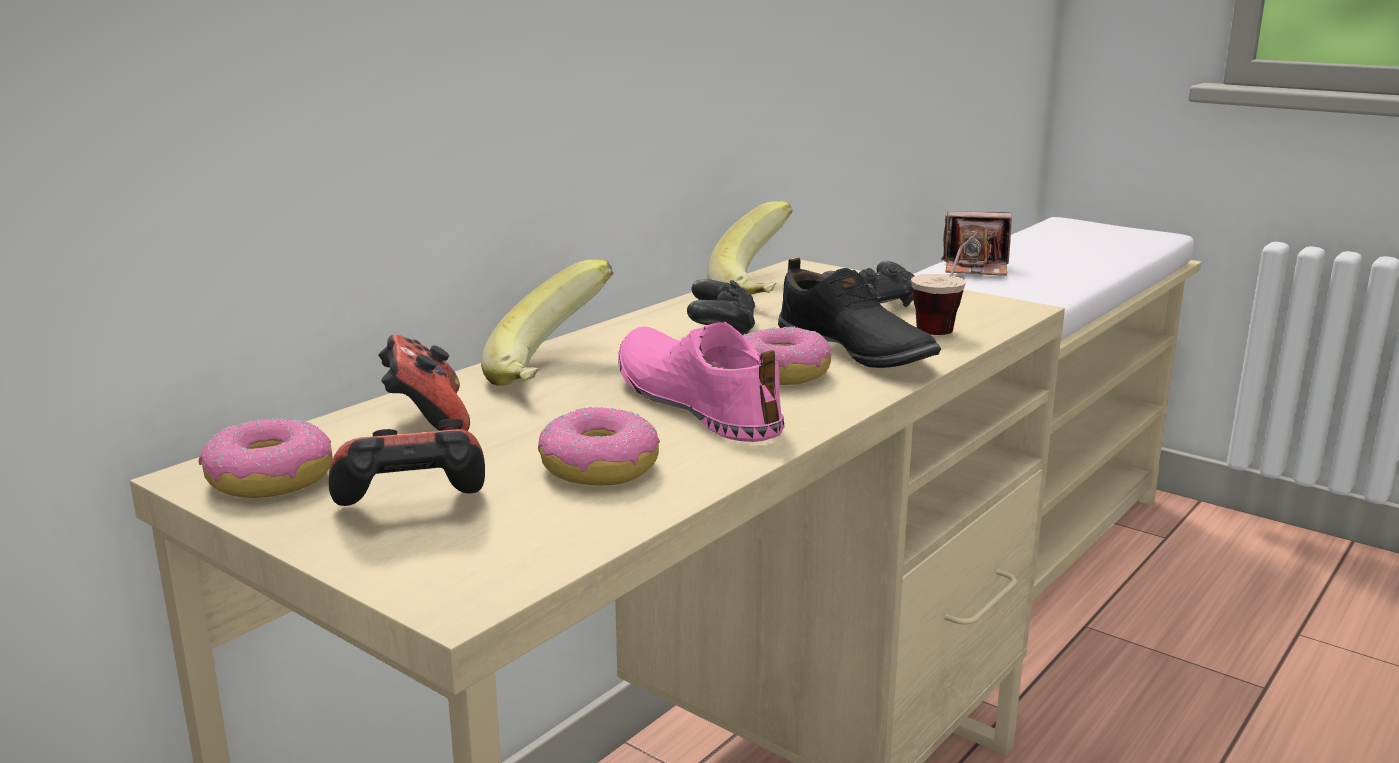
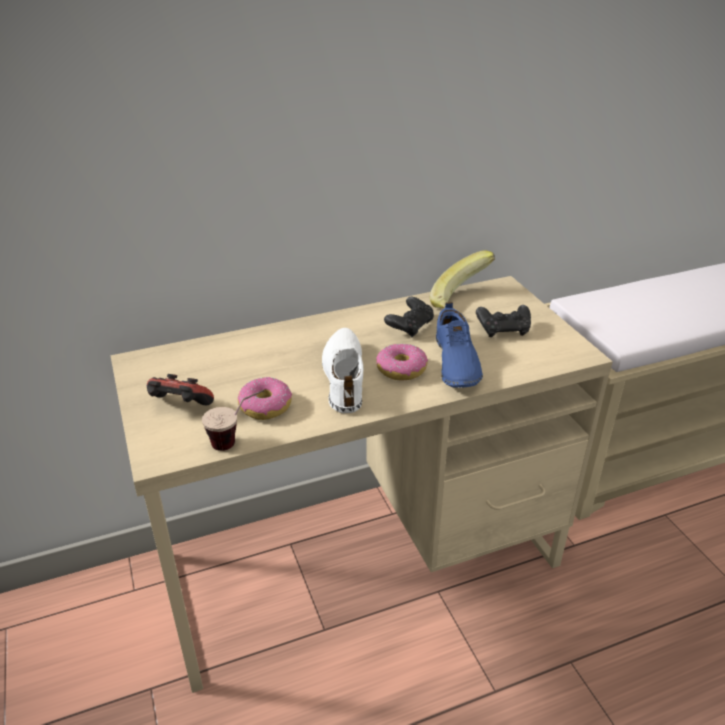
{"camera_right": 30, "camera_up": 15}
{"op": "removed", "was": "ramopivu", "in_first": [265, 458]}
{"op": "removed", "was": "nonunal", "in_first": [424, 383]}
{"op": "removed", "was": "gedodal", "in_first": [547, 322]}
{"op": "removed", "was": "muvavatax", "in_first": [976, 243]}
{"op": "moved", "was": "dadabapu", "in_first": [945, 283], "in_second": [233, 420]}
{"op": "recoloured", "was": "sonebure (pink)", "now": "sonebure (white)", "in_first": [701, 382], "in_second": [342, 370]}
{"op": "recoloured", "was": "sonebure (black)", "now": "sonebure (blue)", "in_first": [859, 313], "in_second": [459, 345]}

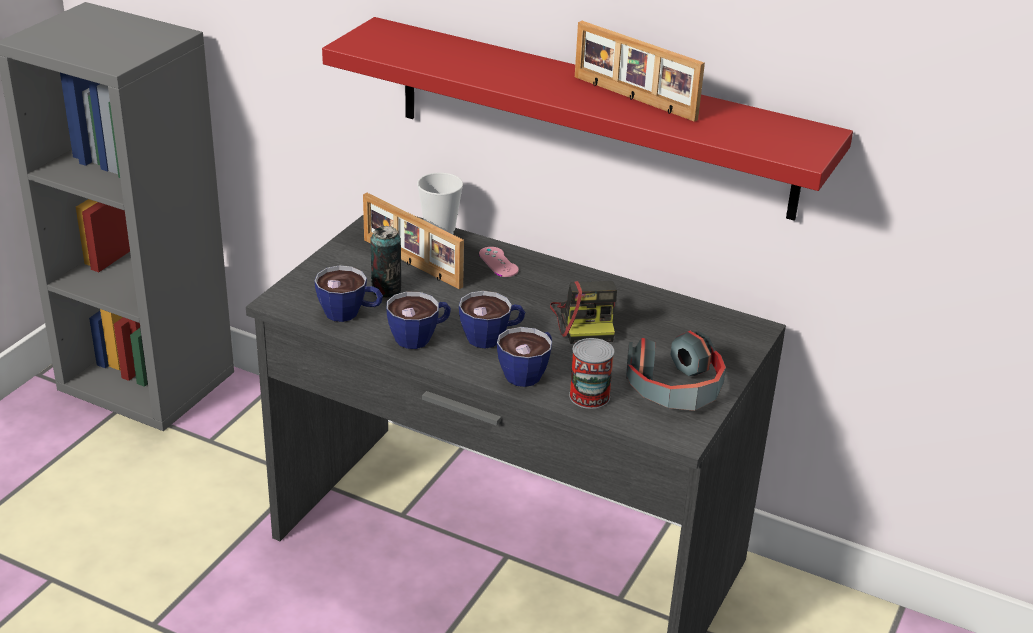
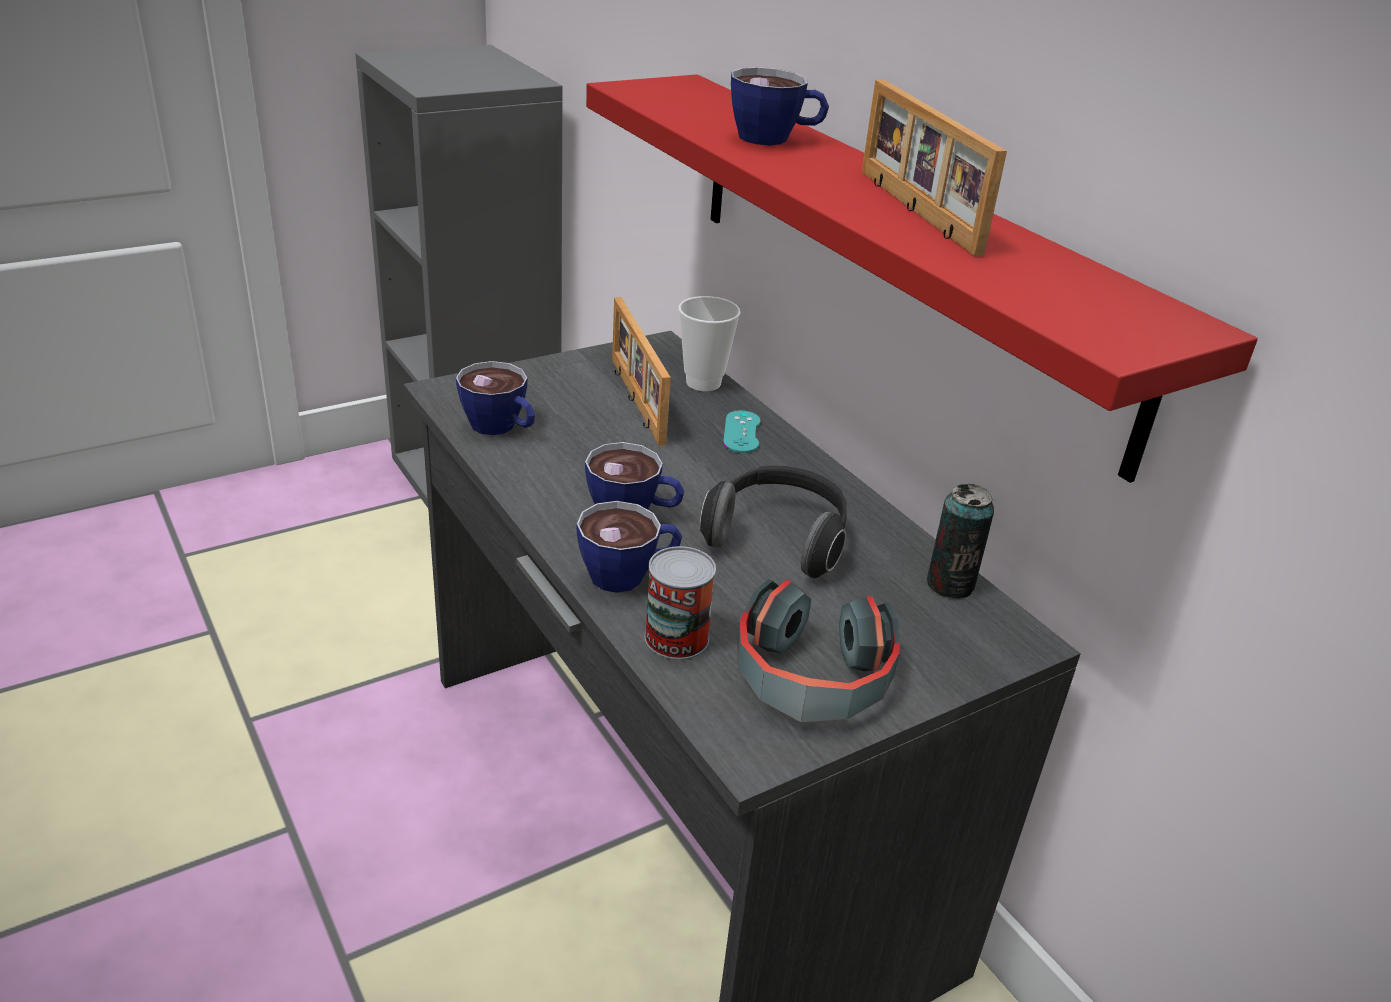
{"camera_right": 30, "camera_up": 0}
{"op": "moved", "was": "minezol", "in_first": [385, 262], "in_second": [960, 541]}
{"op": "moved", "was": "dadabapu", "in_first": [418, 320], "in_second": [780, 106]}
{"op": "replaced", "was": "muvavatax", "now": "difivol", "in_first": [583, 312], "in_second": [773, 522]}
{"op": "recoloured", "was": "nonunal (pink)", "now": "nonunal (turquoise)", "in_first": [499, 262], "in_second": [742, 431]}

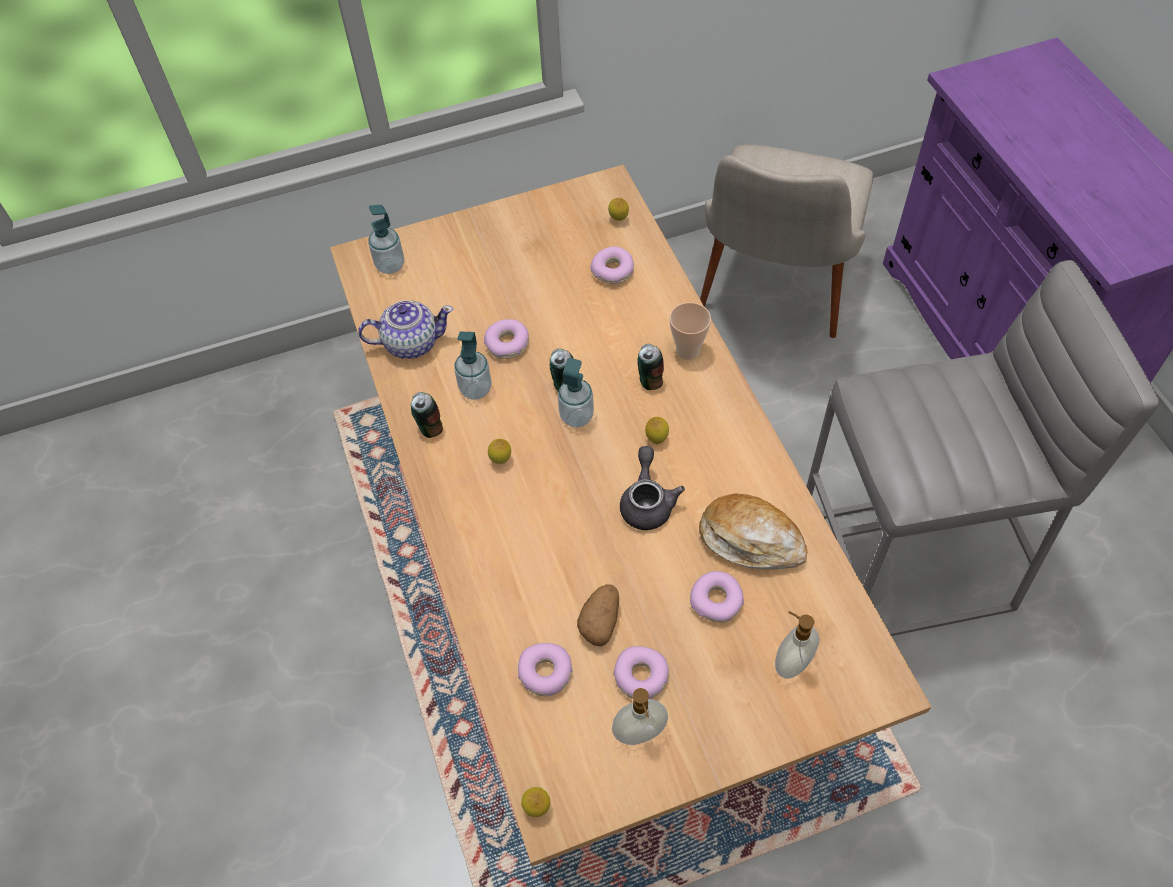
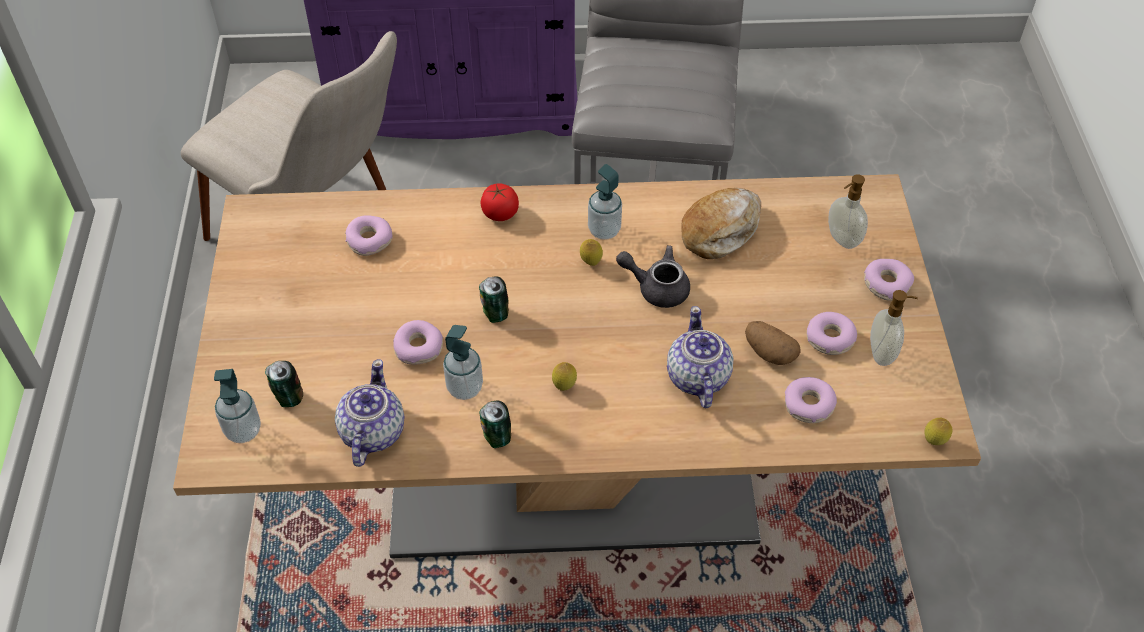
{"camera_right": -75, "camera_up": -5}
{"op": "removed", "was": "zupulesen", "in_first": [618, 209]}
{"op": "added", "now": "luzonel", "in_second": [700, 357]}
{"op": "moved", "was": "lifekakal", "in_first": [576, 393], "in_second": [605, 202]}
{"op": "moved", "was": "minezol", "in_first": [650, 367], "in_second": [284, 384]}
{"op": "moved", "was": "ramopivu", "in_first": [717, 596], "in_second": [889, 280]}
{"op": "replaced", "was": "dadabapu", "now": "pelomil", "in_first": [690, 331], "in_second": [500, 202]}

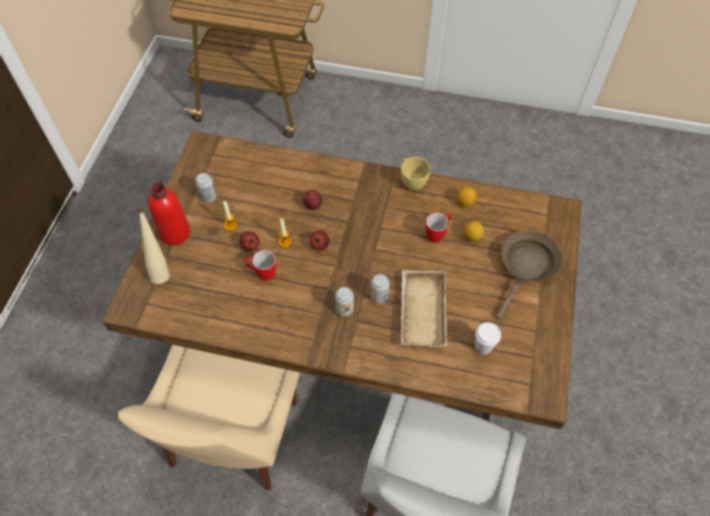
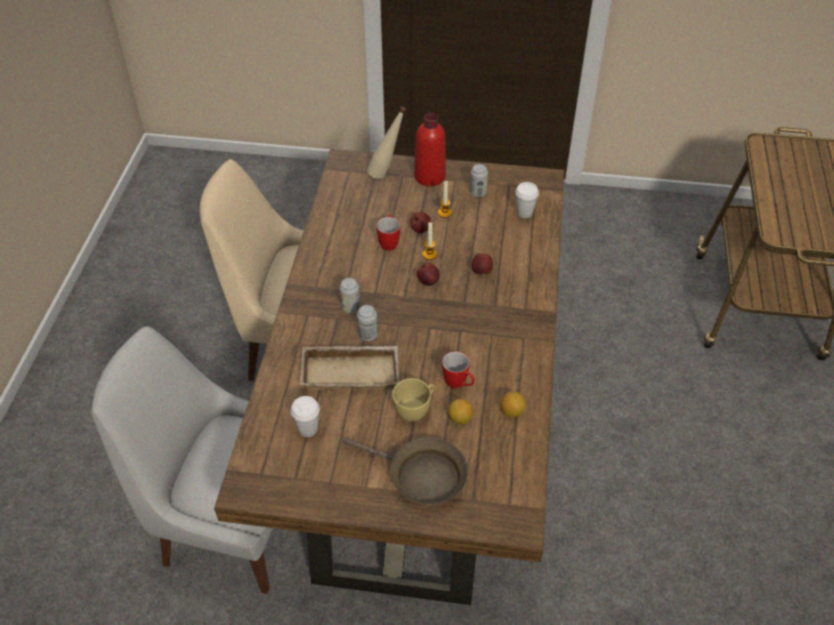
{"camera_right": 85, "camera_up": -10}
{"op": "added", "now": "dadabapu (white)", "in_second": [527, 200]}
{"op": "moved", "was": "dadabapu (yellow)", "in_first": [416, 173], "in_second": [413, 400]}

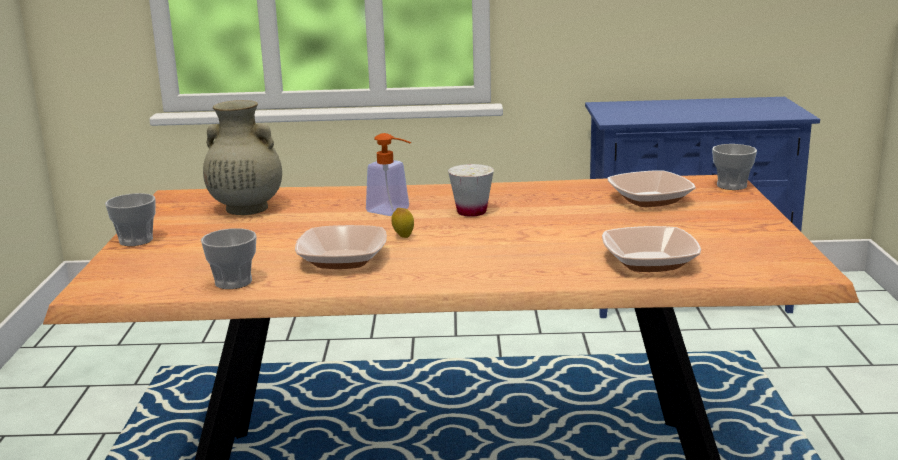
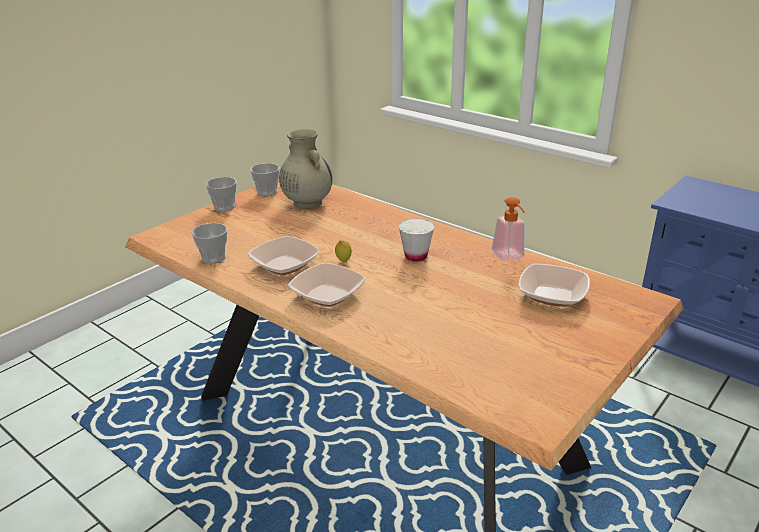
{"camera_right": 40, "camera_up": 10}
{"op": "moved", "was": "lifekakal", "in_first": [388, 174], "in_second": [508, 229]}
{"op": "moved", "was": "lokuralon", "in_first": [651, 249], "in_second": [327, 285]}
{"op": "moved", "was": "dadabapu", "in_first": [734, 167], "in_second": [265, 179]}

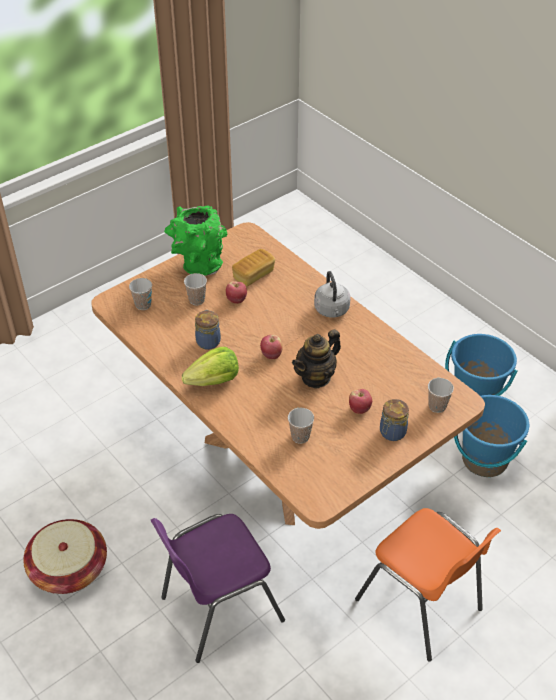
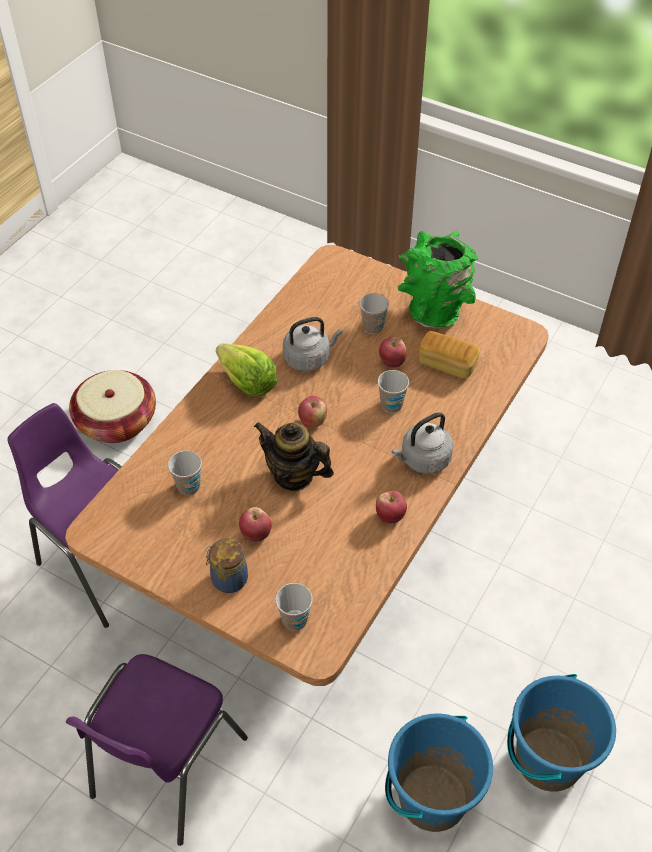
{"camera_right": 70, "camera_up": 5}
{"op": "added", "now": "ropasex", "in_second": [391, 507]}
{"op": "moved", "was": "dadabapu", "in_first": [140, 294], "in_second": [393, 391]}
{"op": "replaced", "was": "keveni", "now": "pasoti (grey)", "in_first": [208, 330], "in_second": [313, 344]}
{"op": "recoloured", "was": "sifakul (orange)", "now": "sifakul (purple)", "in_first": [428, 585], "in_second": [157, 750]}

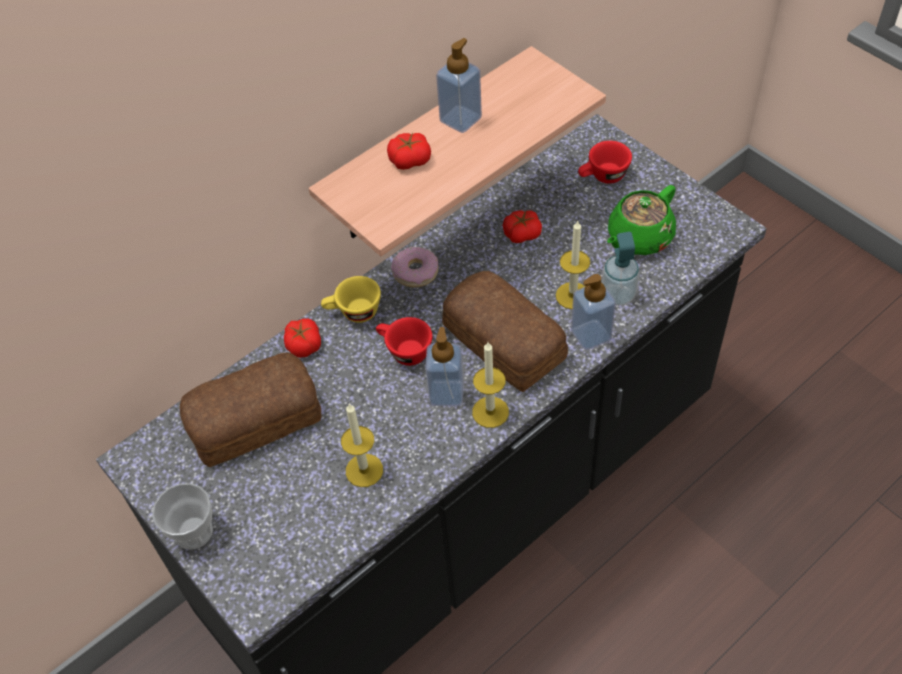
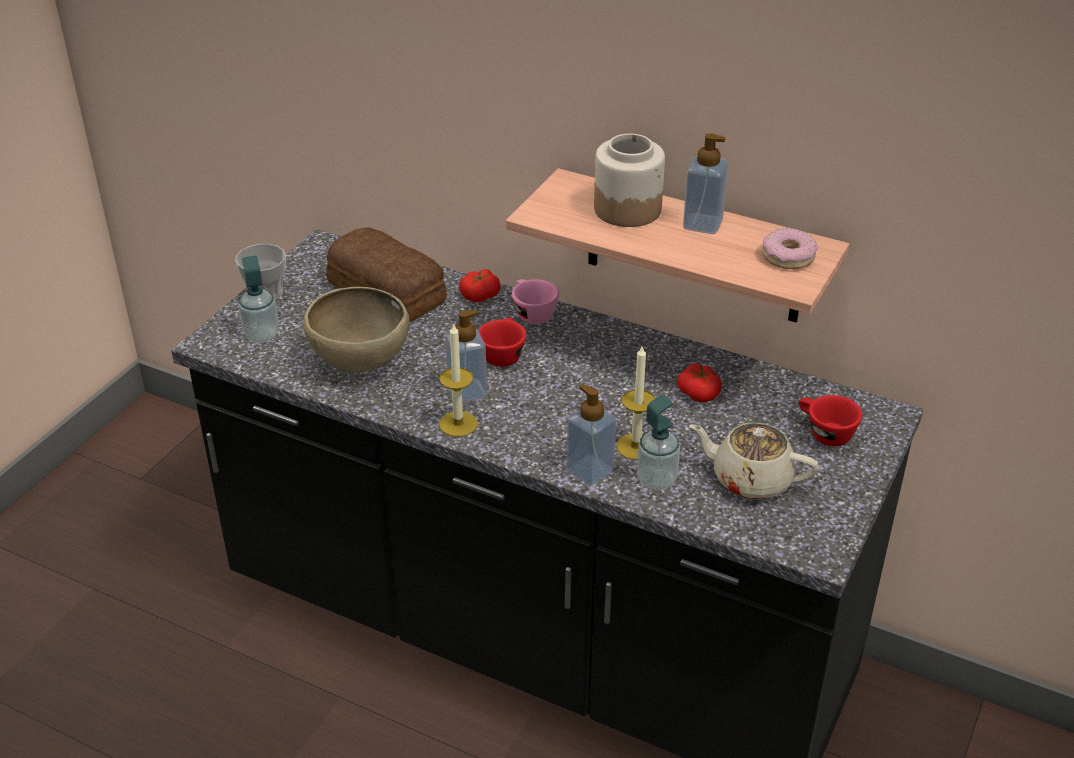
{"camera_right": 65, "camera_up": -15}
{"op": "removed", "was": "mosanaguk", "in_first": [505, 331]}
{"op": "added", "now": "lifekakal", "in_second": [258, 299]}
{"op": "moved", "was": "ramopivu", "in_first": [414, 267], "in_second": [790, 248]}
{"op": "replaced", "was": "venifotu", "now": "lokuralon (brown)", "in_first": [362, 445], "in_second": [356, 329]}
{"op": "replaced", "was": "pelomil", "now": "keveni", "in_first": [409, 151], "in_second": [629, 180]}
{"op": "recoloured", "was": "dadabapu (yellow)", "now": "dadabapu (pink)", "in_first": [351, 299], "in_second": [535, 301]}
{"op": "recoloured", "was": "luzonel (green)", "now": "luzonel (beige)", "in_first": [641, 220], "in_second": [754, 461]}

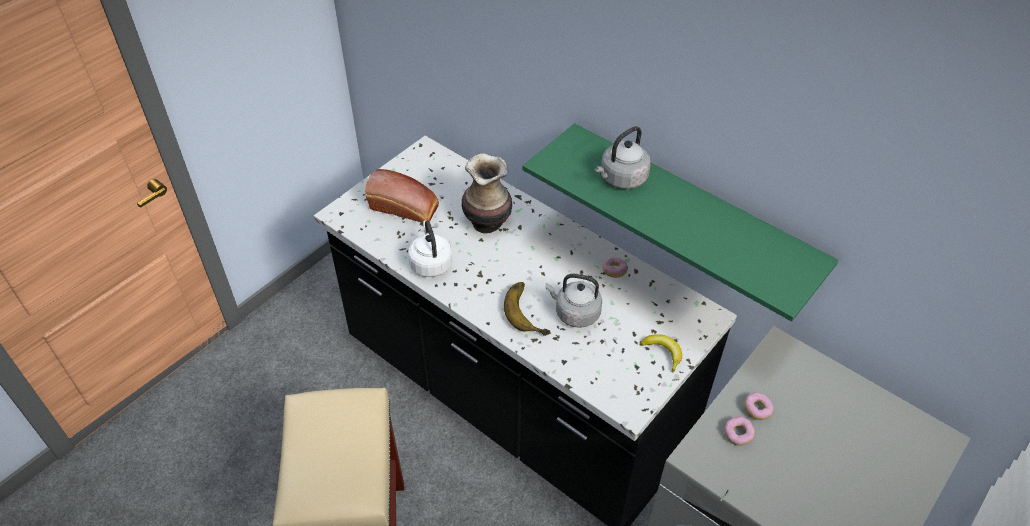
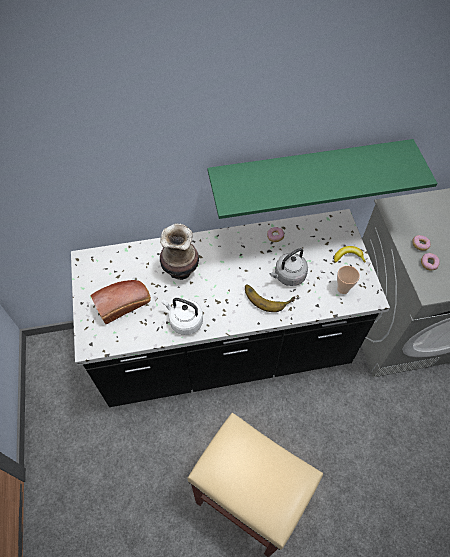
{"camera_right": -50, "camera_up": 10}
{"op": "removed", "was": "pasoti (grey)", "in_first": [623, 157]}
{"op": "added", "now": "dadabapu", "in_second": [348, 280]}

